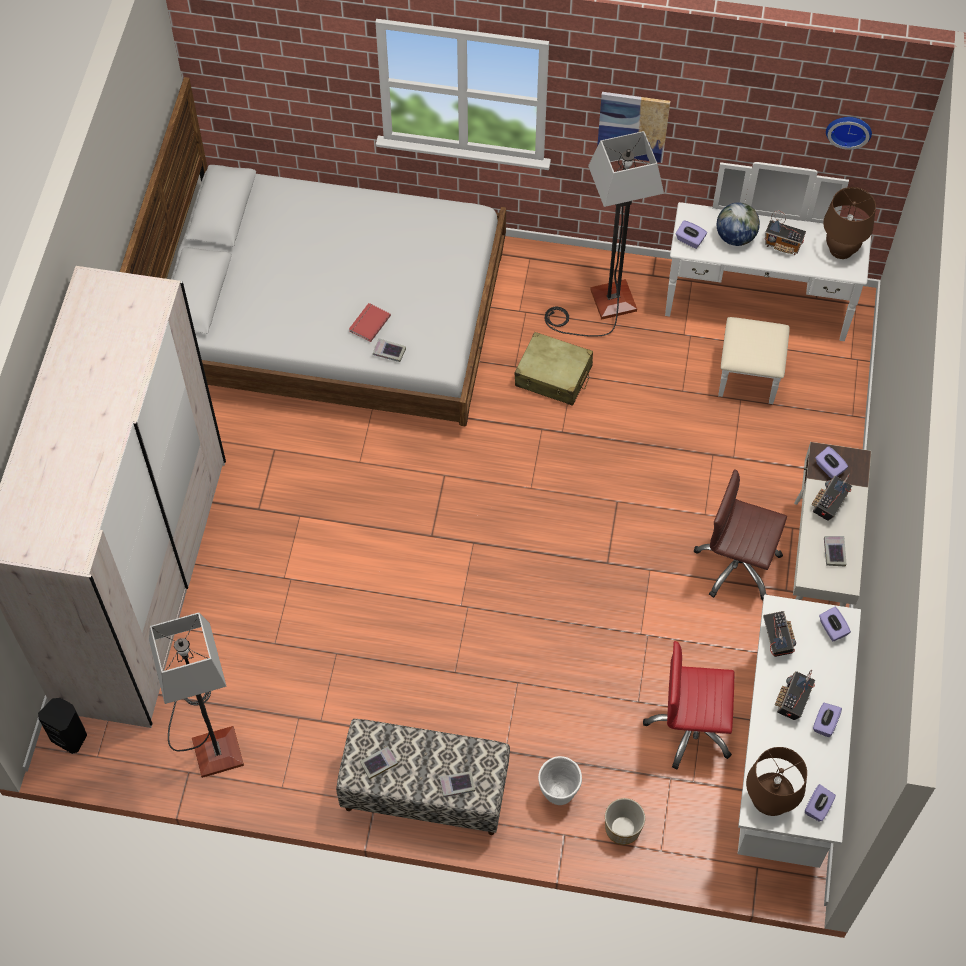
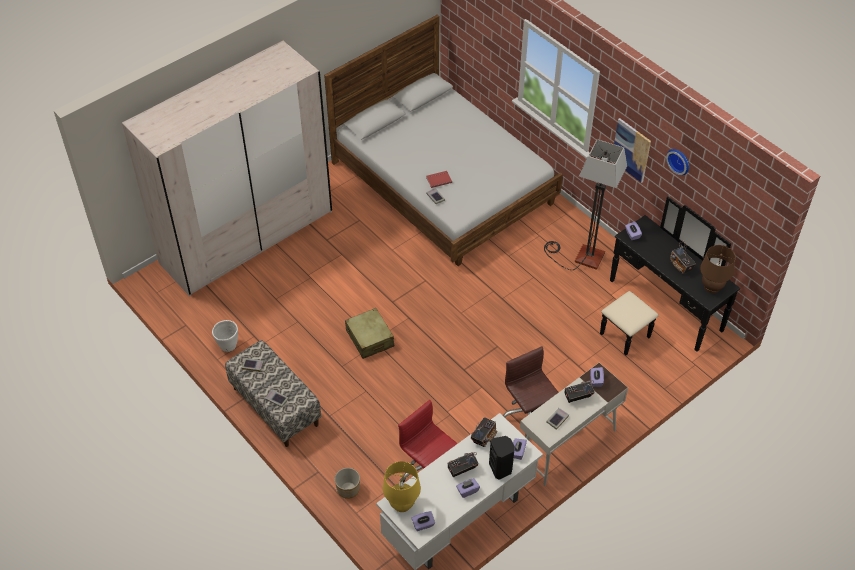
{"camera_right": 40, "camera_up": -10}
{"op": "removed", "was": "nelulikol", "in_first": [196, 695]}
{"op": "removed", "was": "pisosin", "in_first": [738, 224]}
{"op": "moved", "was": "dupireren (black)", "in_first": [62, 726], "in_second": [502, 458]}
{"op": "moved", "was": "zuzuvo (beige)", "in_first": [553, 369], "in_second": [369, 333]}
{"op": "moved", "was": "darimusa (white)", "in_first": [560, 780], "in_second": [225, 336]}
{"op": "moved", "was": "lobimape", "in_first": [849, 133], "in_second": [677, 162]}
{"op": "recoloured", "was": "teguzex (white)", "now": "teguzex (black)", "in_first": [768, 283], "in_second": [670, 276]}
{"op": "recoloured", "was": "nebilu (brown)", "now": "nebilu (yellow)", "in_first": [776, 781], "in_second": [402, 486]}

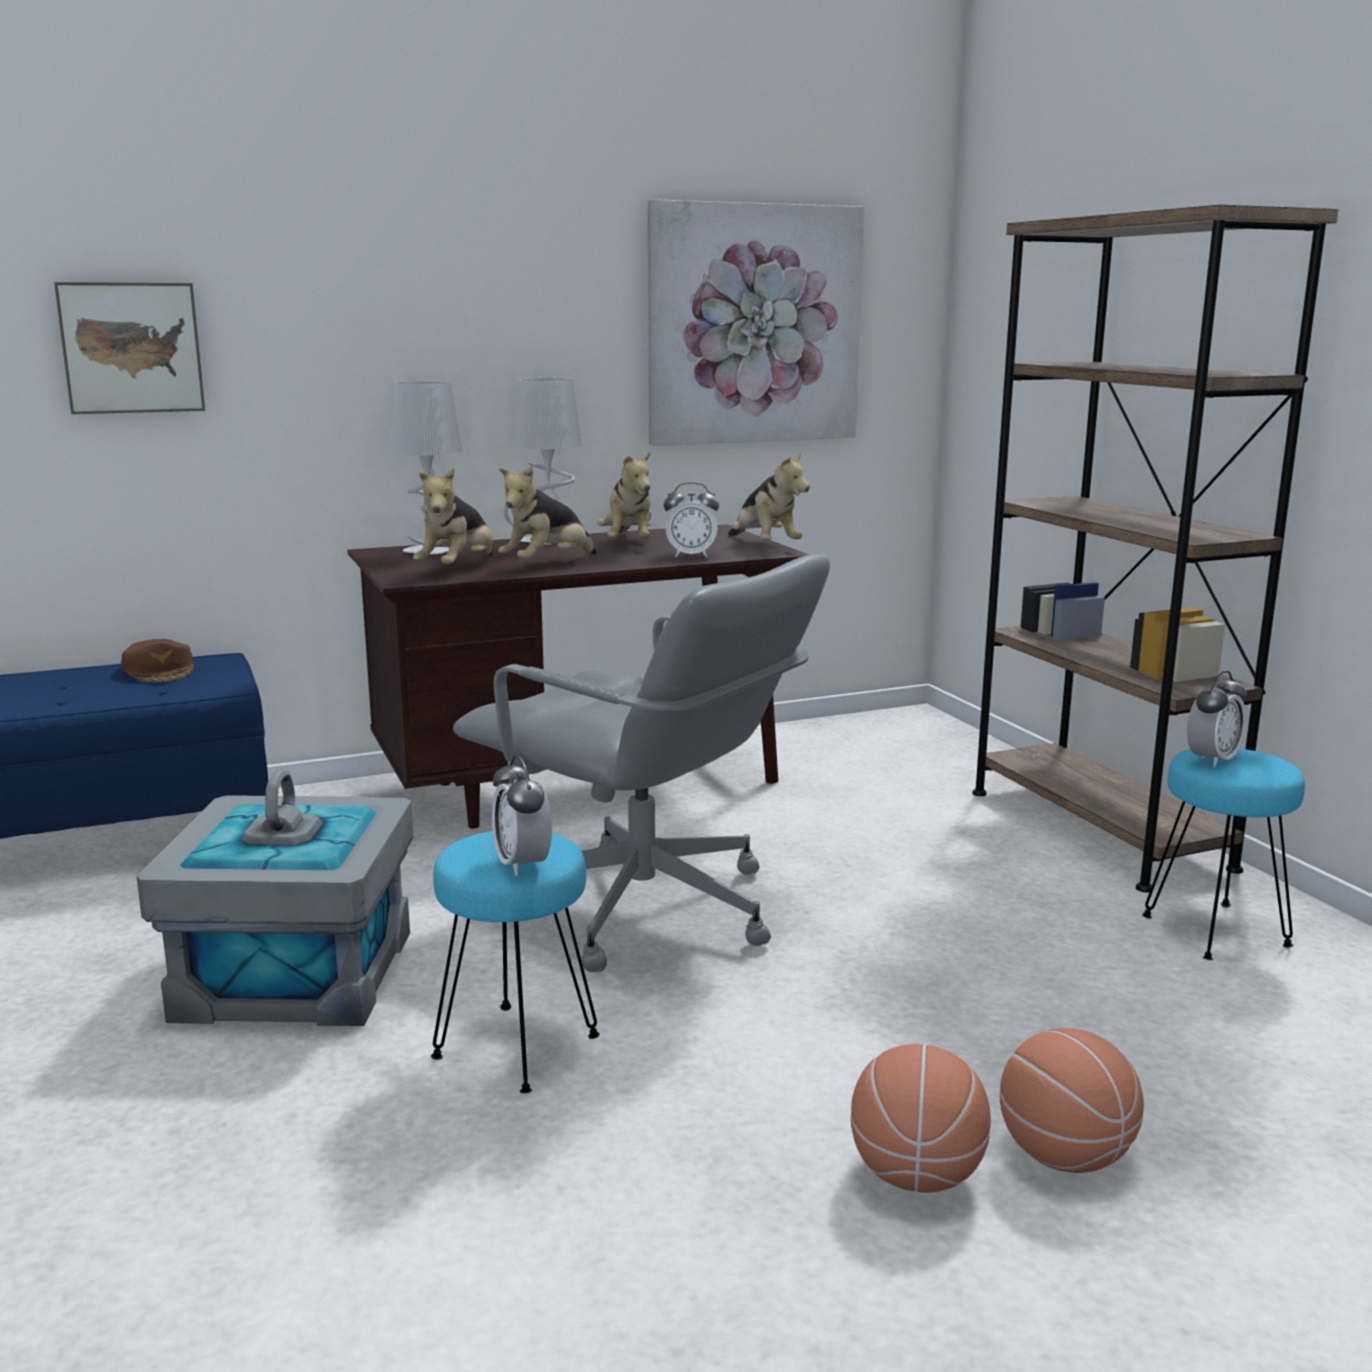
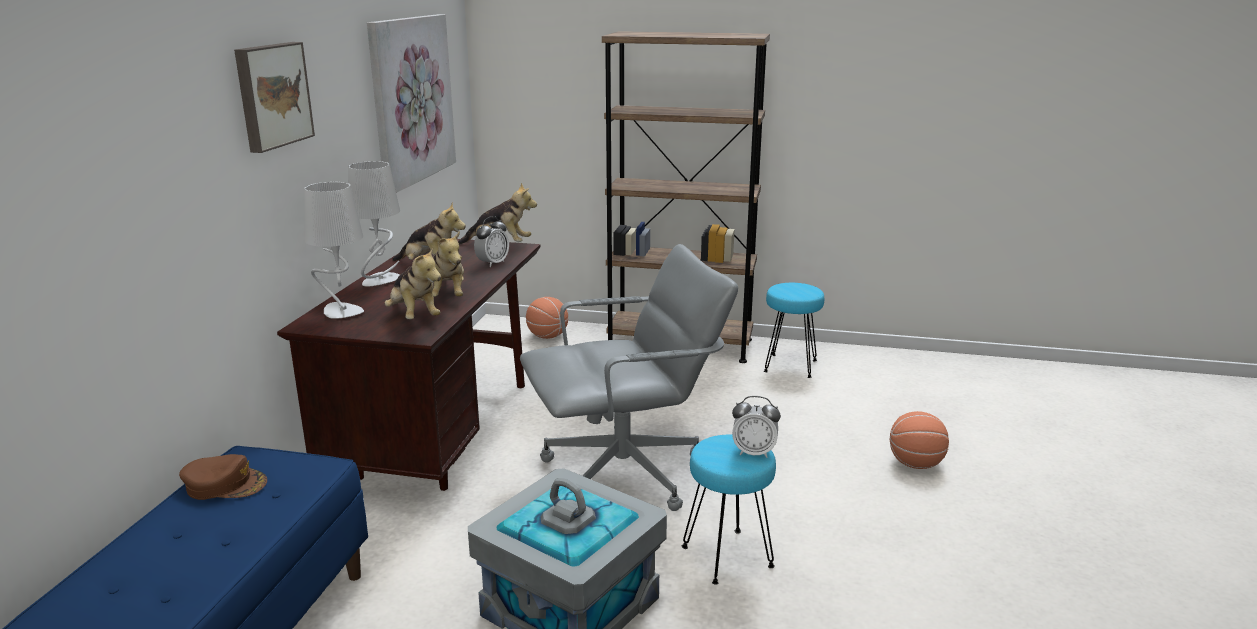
{"camera_right": -55, "camera_up": 5}
{"op": "removed", "was": "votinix", "in_first": [1217, 719]}
{"op": "moved", "was": "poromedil", "in_first": [129, 348], "in_second": [274, 97]}
{"op": "moved", "was": "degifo", "in_first": [921, 1118], "in_second": [547, 318]}

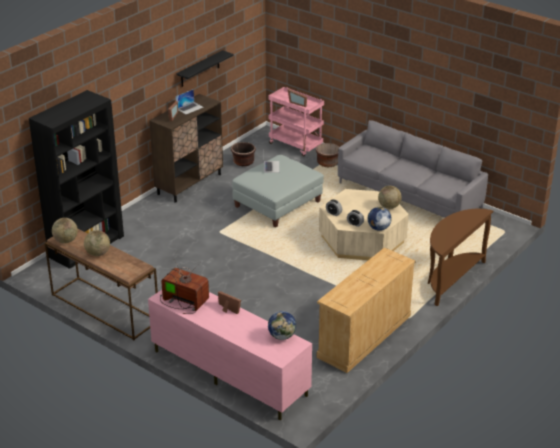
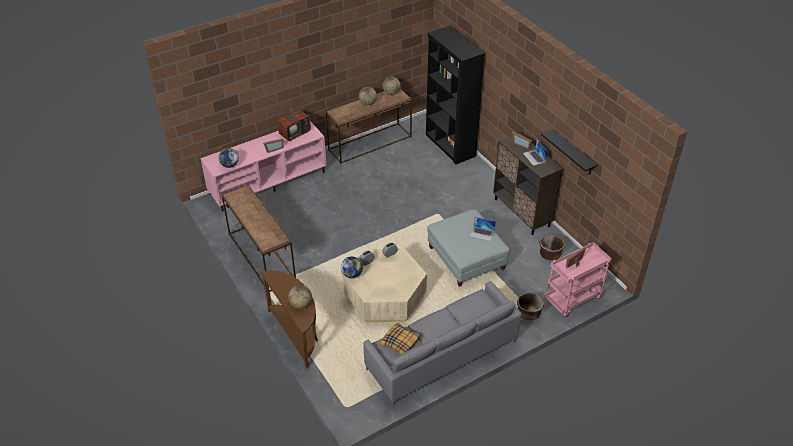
{"camera_right": 110, "camera_up": 10}
{"op": "added", "now": "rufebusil", "in_second": [400, 339]}
{"op": "moved", "was": "pisosin", "in_first": [390, 197], "in_second": [300, 297]}
{"op": "replaced", "was": "teguzex (beige)", "now": "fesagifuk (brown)", "in_first": [366, 310], "in_second": [259, 239]}

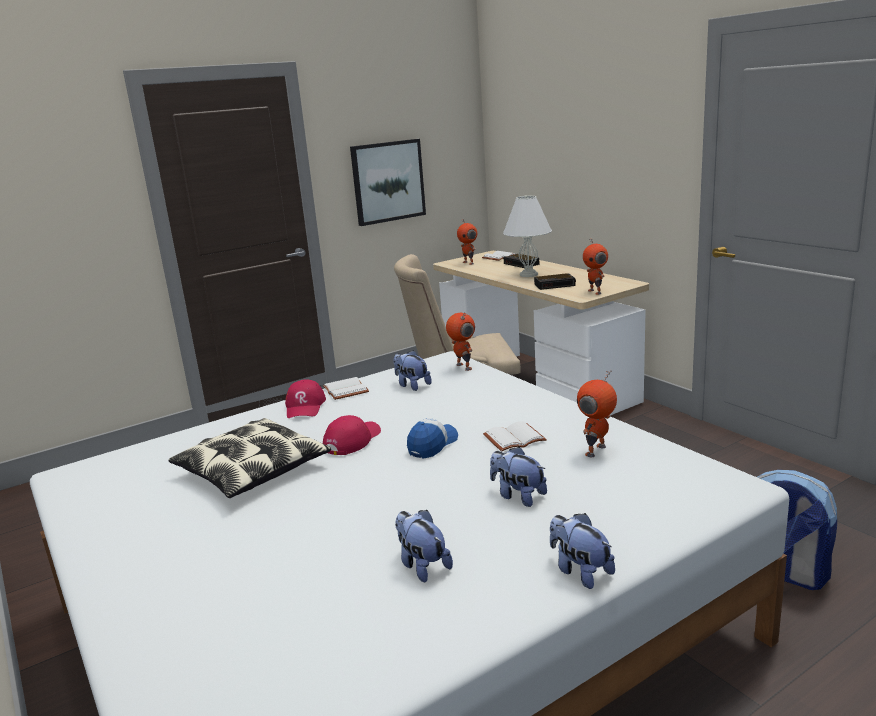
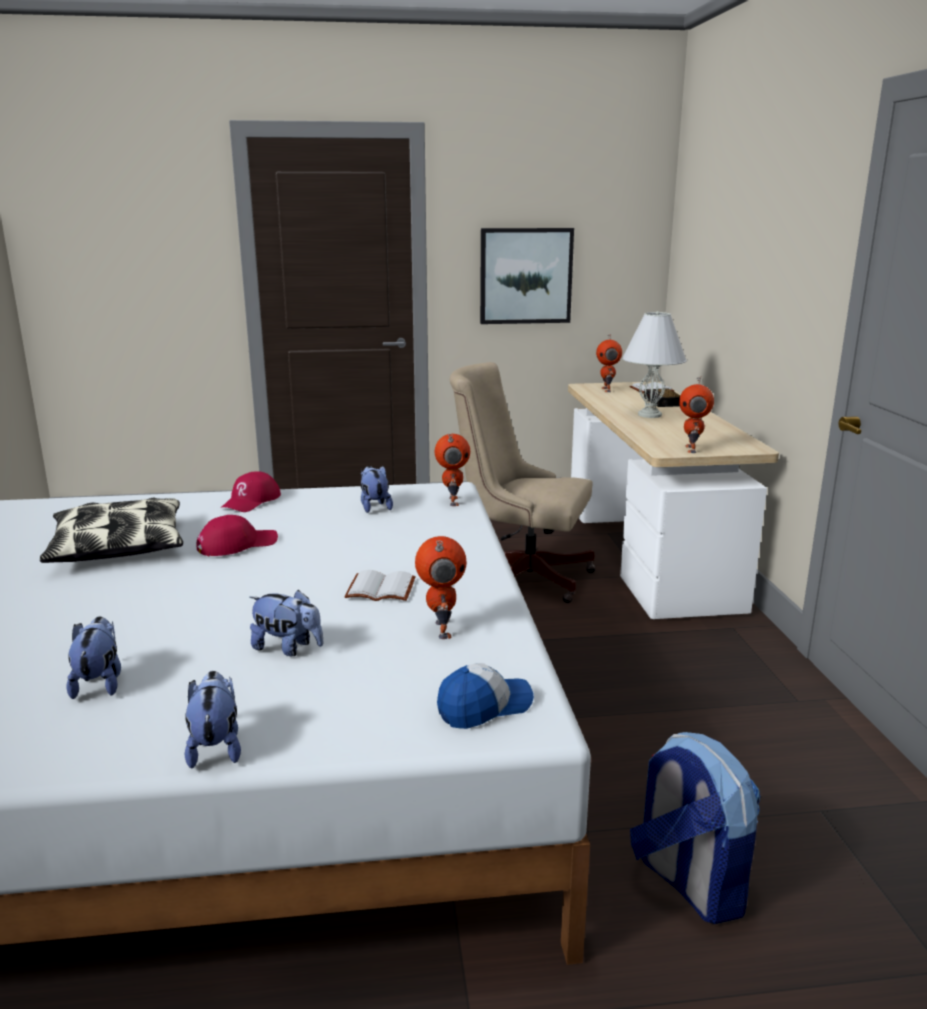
{"camera_right": 25, "camera_up": 0}
{"op": "removed", "was": "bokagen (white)", "in_first": [346, 388]}
{"op": "removed", "was": "votinix", "in_first": [555, 281]}
{"op": "moved", "was": "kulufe", "in_first": [432, 438], "in_second": [485, 696]}
{"op": "turned", "was": "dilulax", "in_first": [518, 477], "in_second": [286, 623], "clockwise": 135}
{"op": "turned", "was": "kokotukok", "in_first": [597, 413], "in_second": [441, 587], "clockwise": 105}

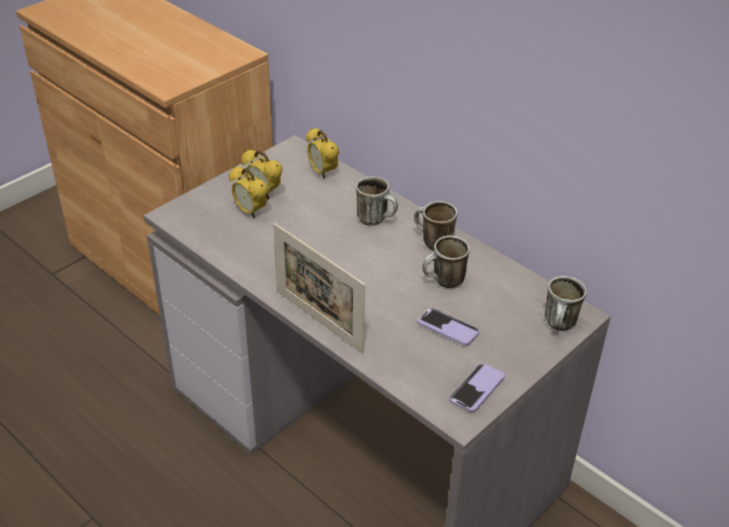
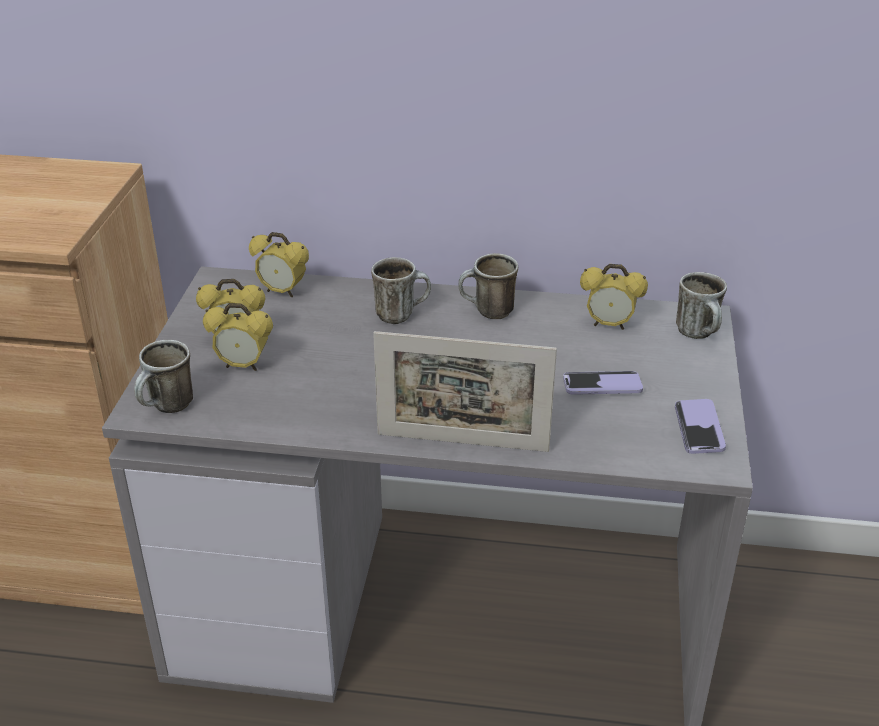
{"camera_right": -35, "camera_up": -5}
{"op": "added", "now": "votinix", "in_second": [614, 297]}
{"op": "moved", "was": "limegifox", "in_first": [446, 262], "in_second": [163, 376]}

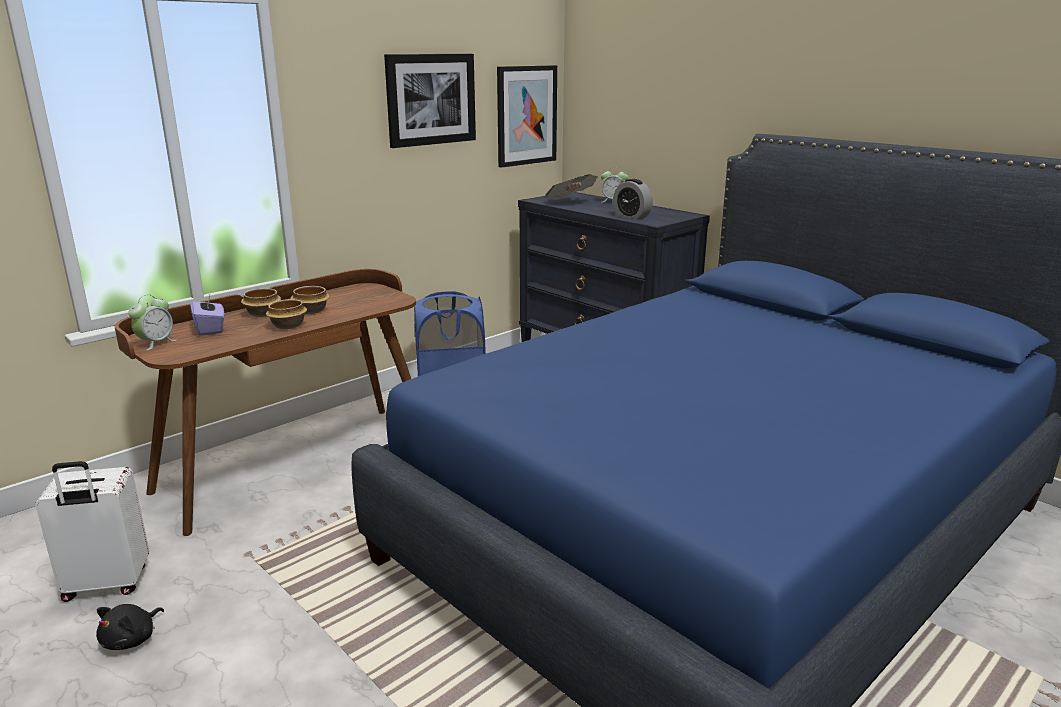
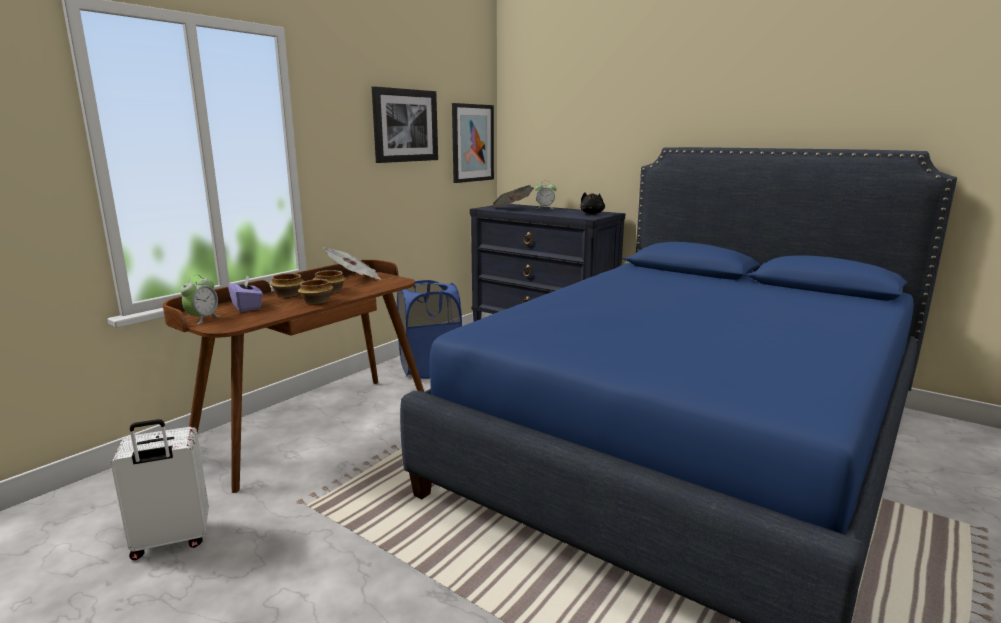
{"camera_right": -10, "camera_up": -5}
{"op": "removed", "was": "votinix", "in_first": [633, 199]}
{"op": "added", "now": "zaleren", "in_second": [352, 263]}
{"op": "moved", "was": "dilulax (black)", "in_first": [130, 627], "in_second": [592, 203]}

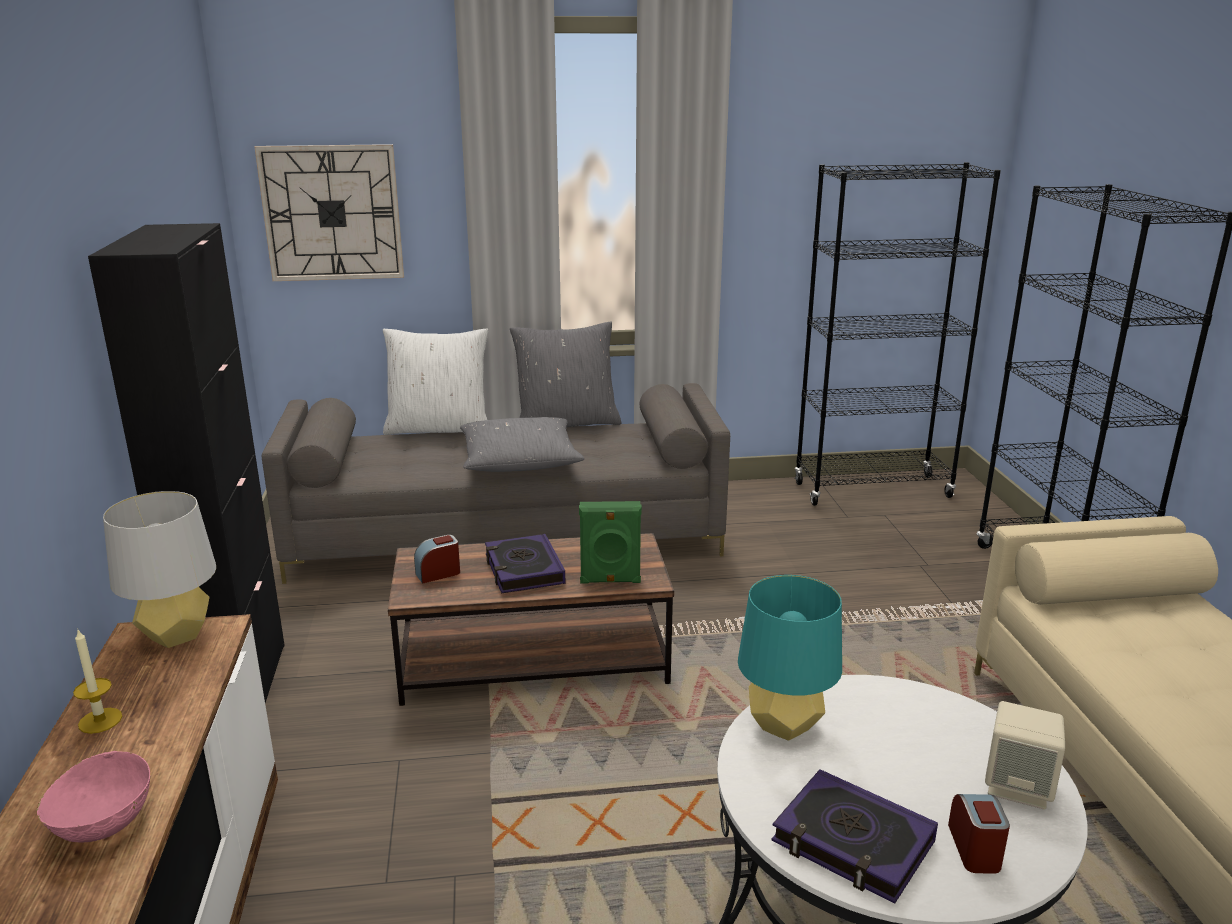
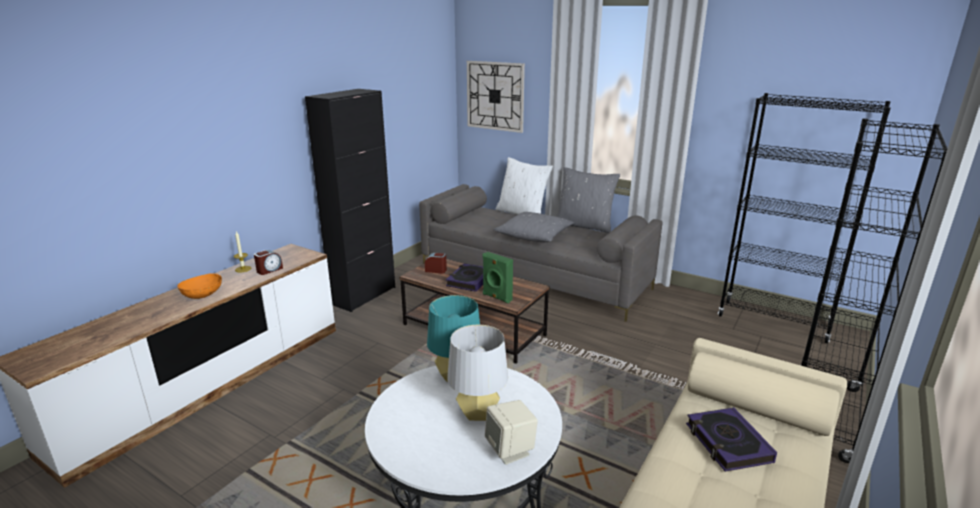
{"camera_right": 40, "camera_up": 0}
{"op": "moved", "was": "nebilu (grey)", "in_first": [159, 569], "in_second": [477, 373]}
{"op": "moved", "was": "bokagen", "in_first": [854, 836], "in_second": [731, 440]}
{"op": "moved", "was": "votinix", "in_first": [979, 834], "in_second": [268, 262]}
{"op": "recoloured", "was": "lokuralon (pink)", "now": "lokuralon (orange)", "in_first": [93, 796], "in_second": [199, 286]}

